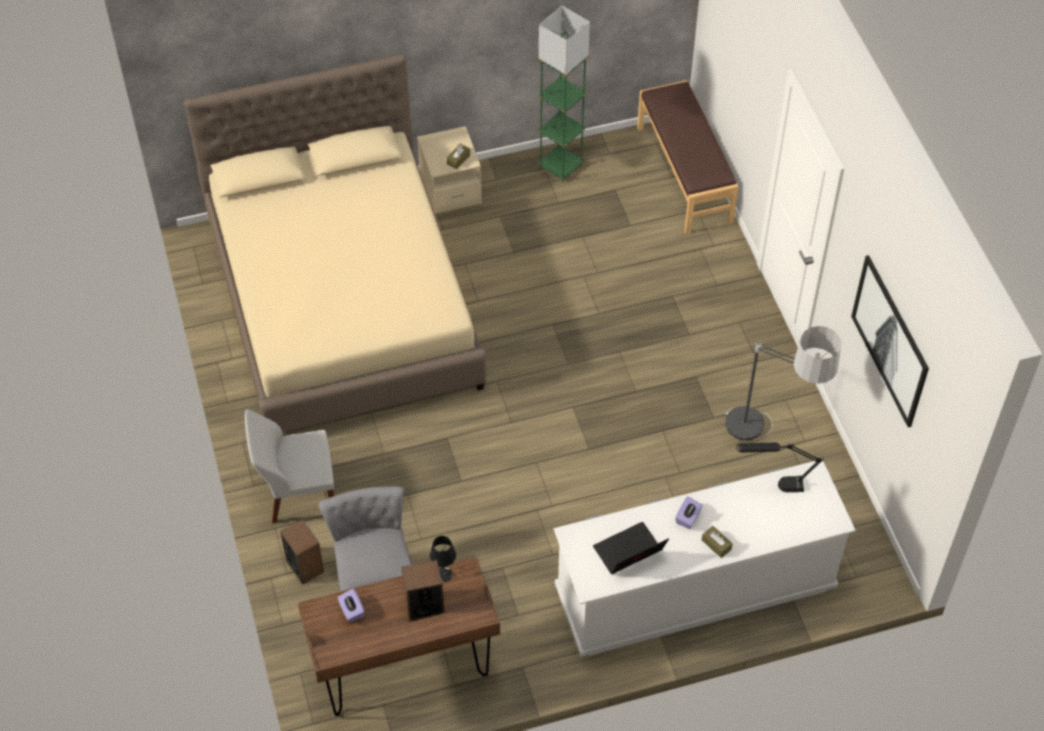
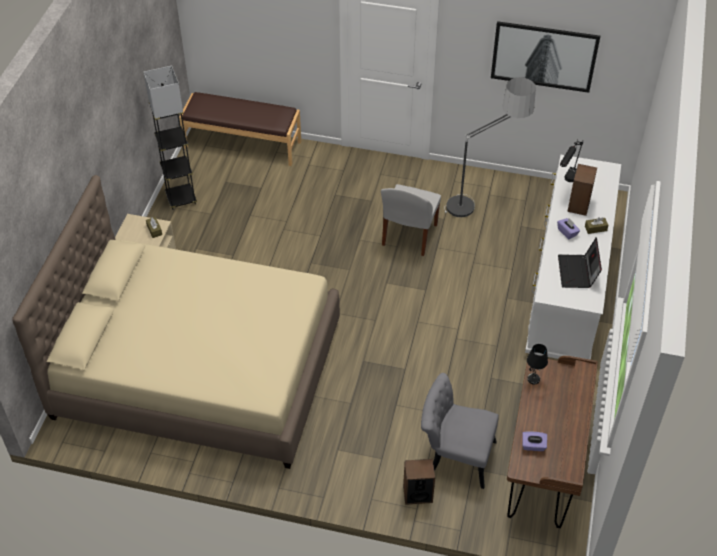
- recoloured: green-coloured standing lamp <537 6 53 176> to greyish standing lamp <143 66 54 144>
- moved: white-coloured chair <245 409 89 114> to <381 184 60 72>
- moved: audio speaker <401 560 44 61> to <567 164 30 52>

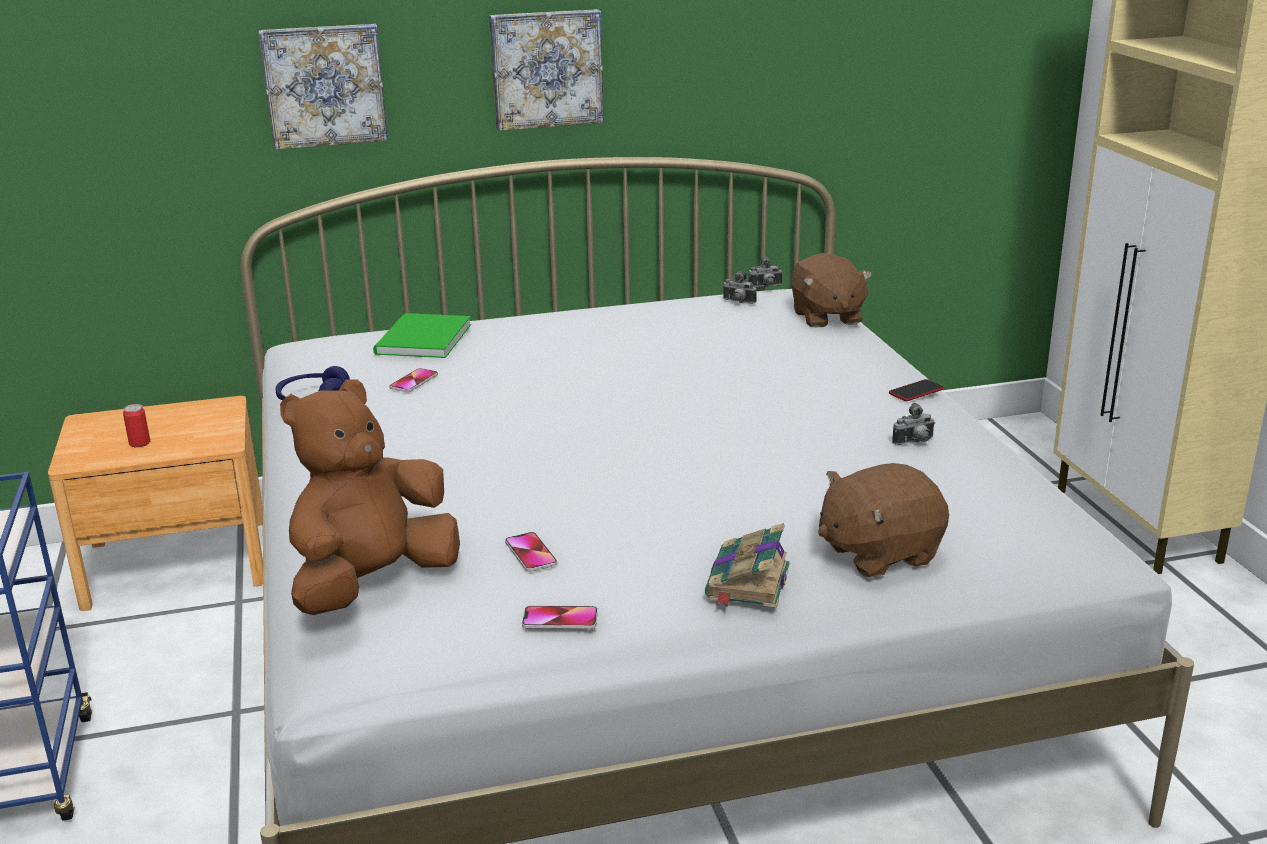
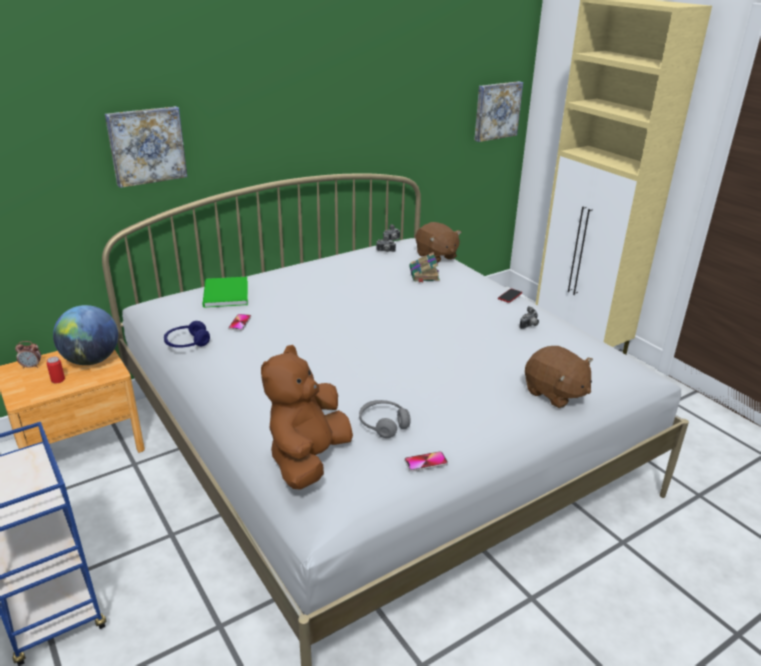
- added: table clock <15 341 26 28>
- added: globe <53 305 65 60>
- replaced: handset <505 532 52 40> to greyish headset <359 400 52 38>
- moved: bound book <705 523 85 85> to <409 252 31 31>
- moved: wall picture <489 9 115 122> to <474 81 49 61>
- turned: brown-coloured soft toy <818 463 131 115> = <525 346 68 62> 90 degrees counterclockwise

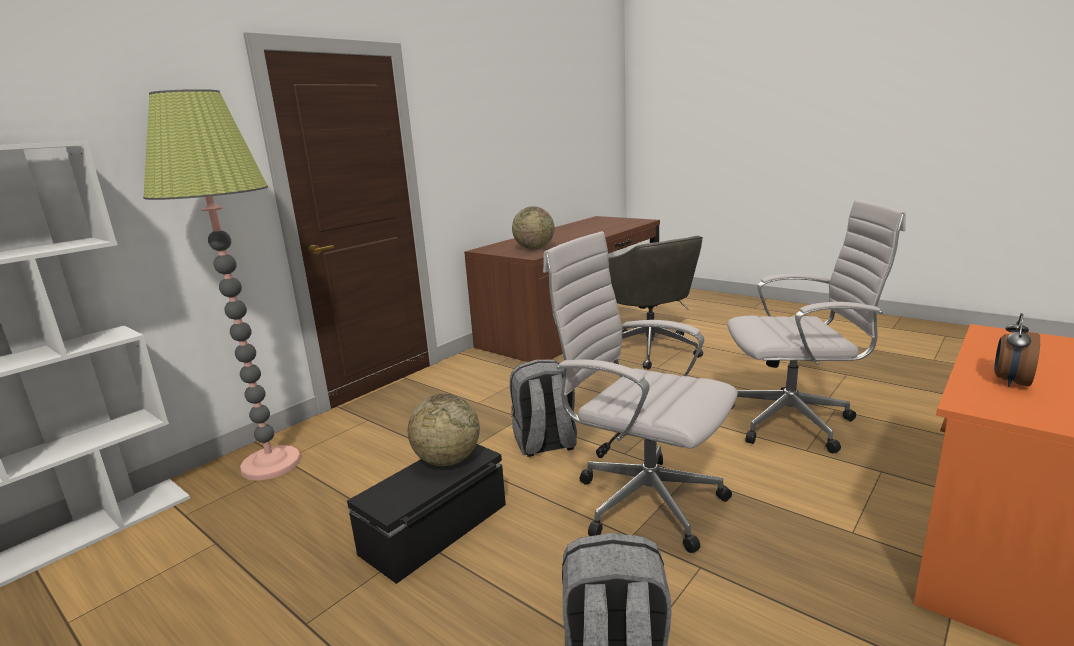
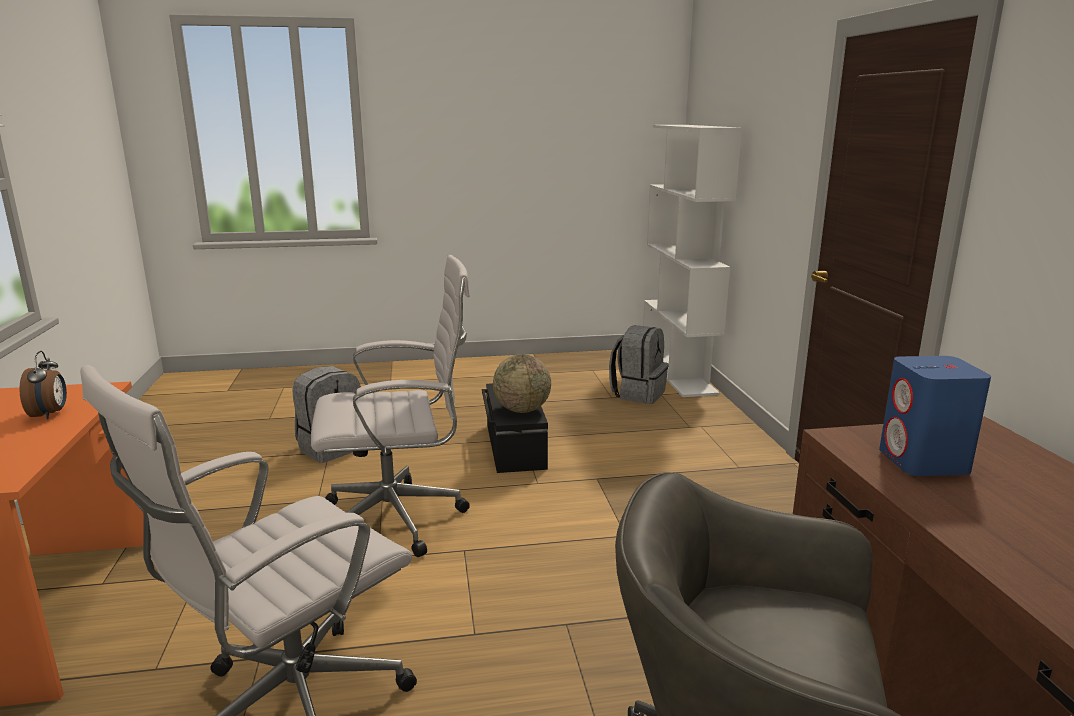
- moved: greyish backpack <510 359 67 98> to <609 325 59 79>
- replaced: globe <512 206 42 44> to blue-coloured audio speaker <879 356 112 120>
- removed: standing lamp <143 89 158 392>

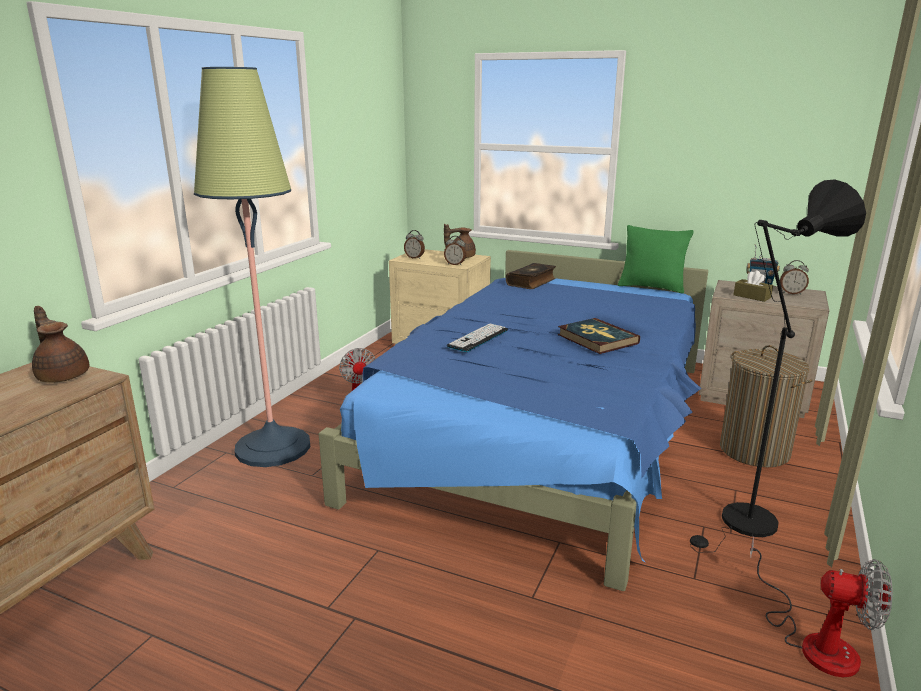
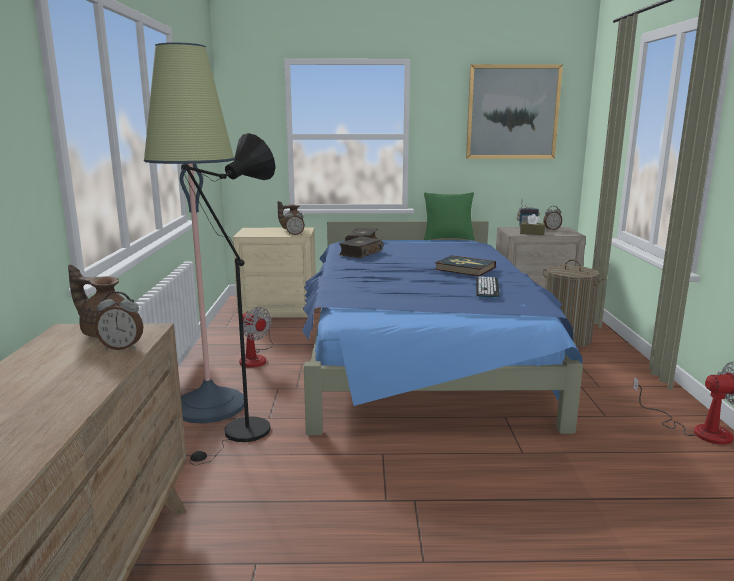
- moved: table clock <404 230 21 29> to <95 291 48 59>
- moved: black-coloured standing lamp <690 180 176 372> to <181 133 95 332>
- added: bound book <338 236 45 22>
- added: wall picture <466 64 97 95>
- moved: PC keyboard <447 324 61 28> to <476 276 24 22>

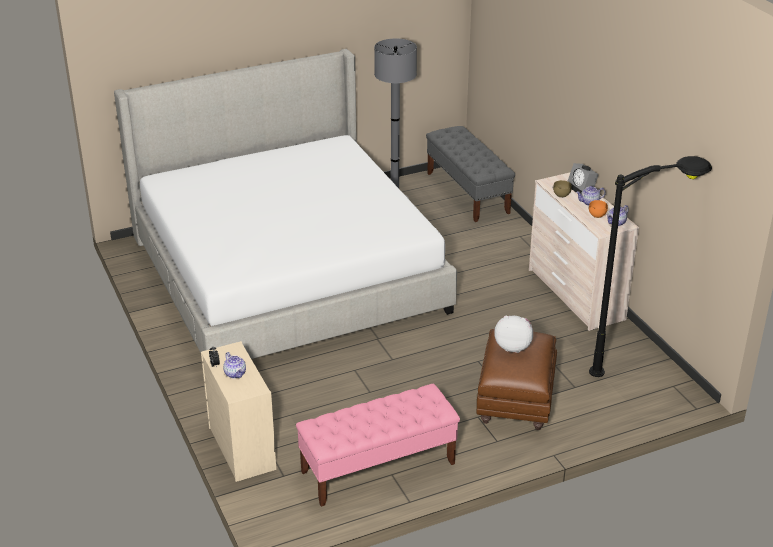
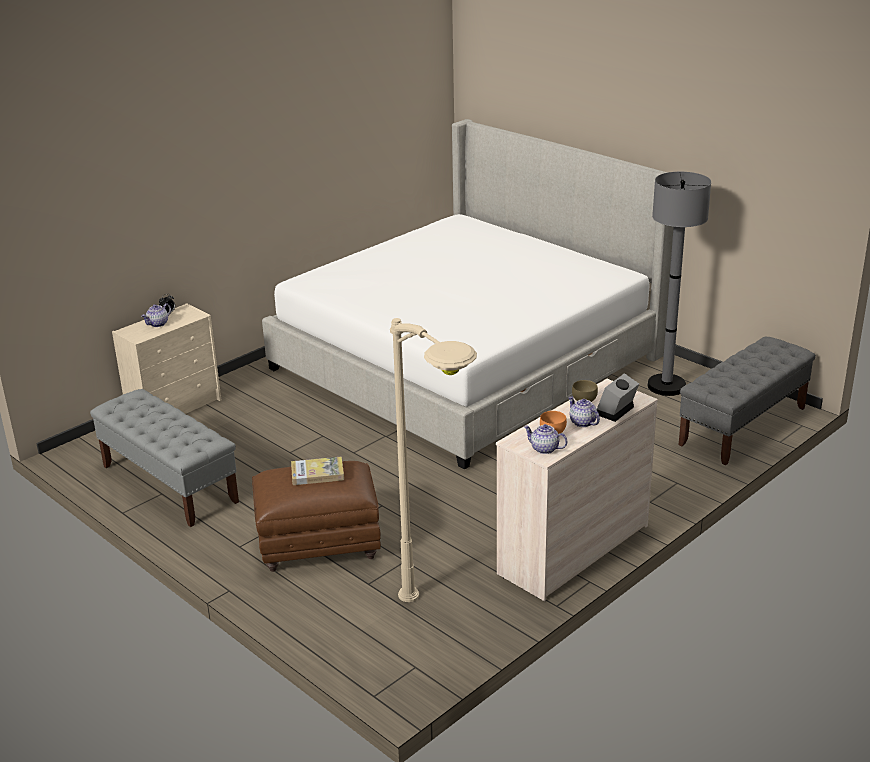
- recoloured: pink-coloured bench <296 384 164 123> to greyish bench <90 389 149 138>
- replaced: soft toy <494 316 39 37> to bound book <291 456 53 29>
- recoloured: black-coloured standing lamp <589 156 123 221> to beige standing lamp <390 318 87 284>

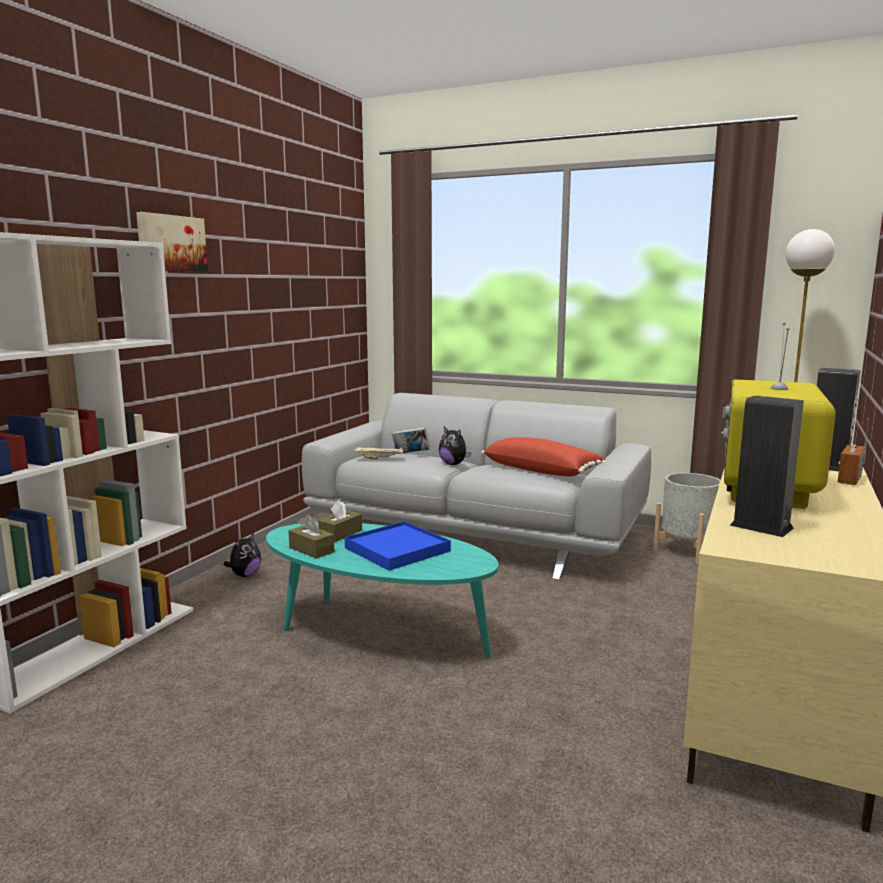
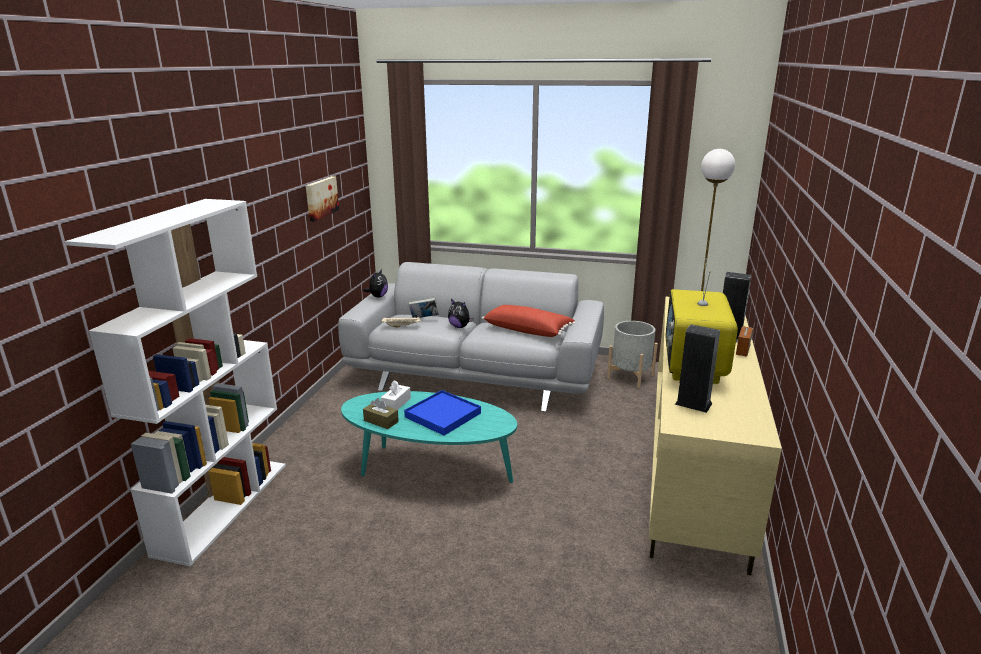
- moved: wall picture <136 212 72 59> to <306 176 33 45>
- moved: soft toy <223 533 38 44> to <363 269 25 29>
- recoloured: brown-coloured box of tissues <318 500 44 42> to white-coloured box of tissues <381 380 30 30>

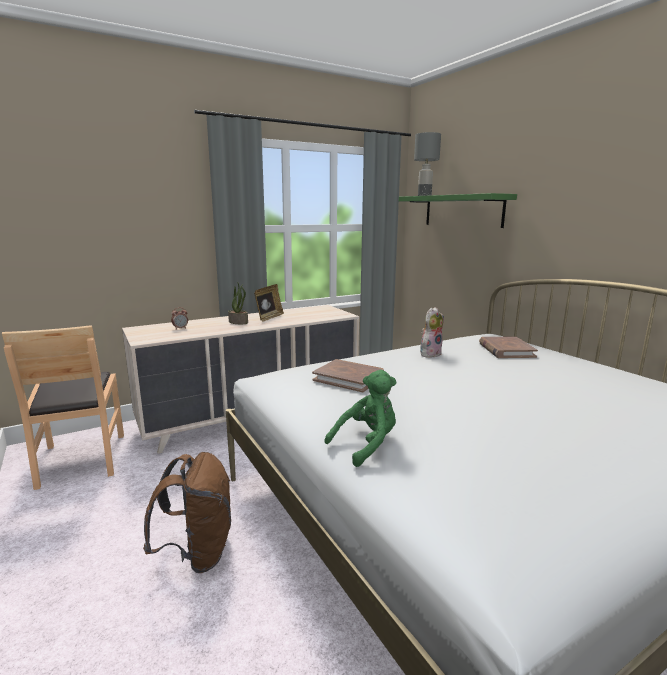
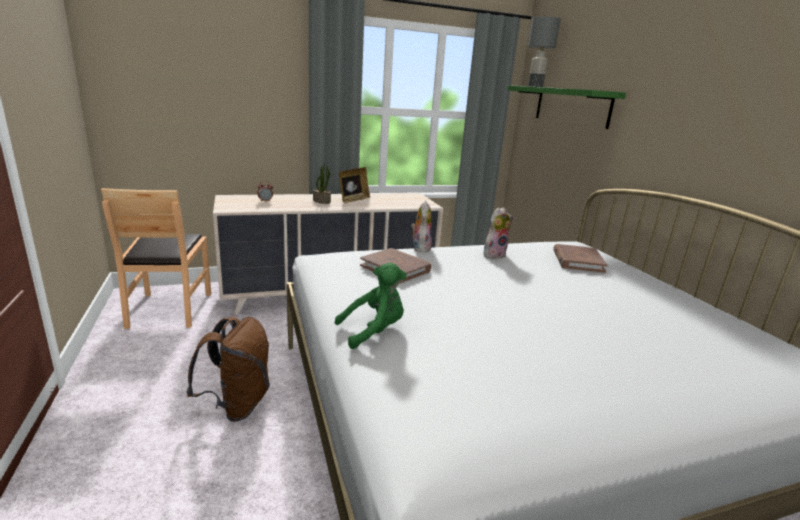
- added: soft toy <411 201 21 51>

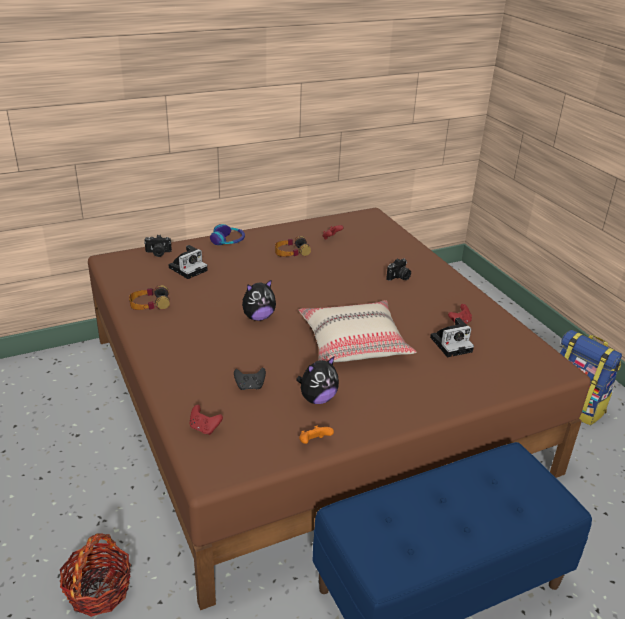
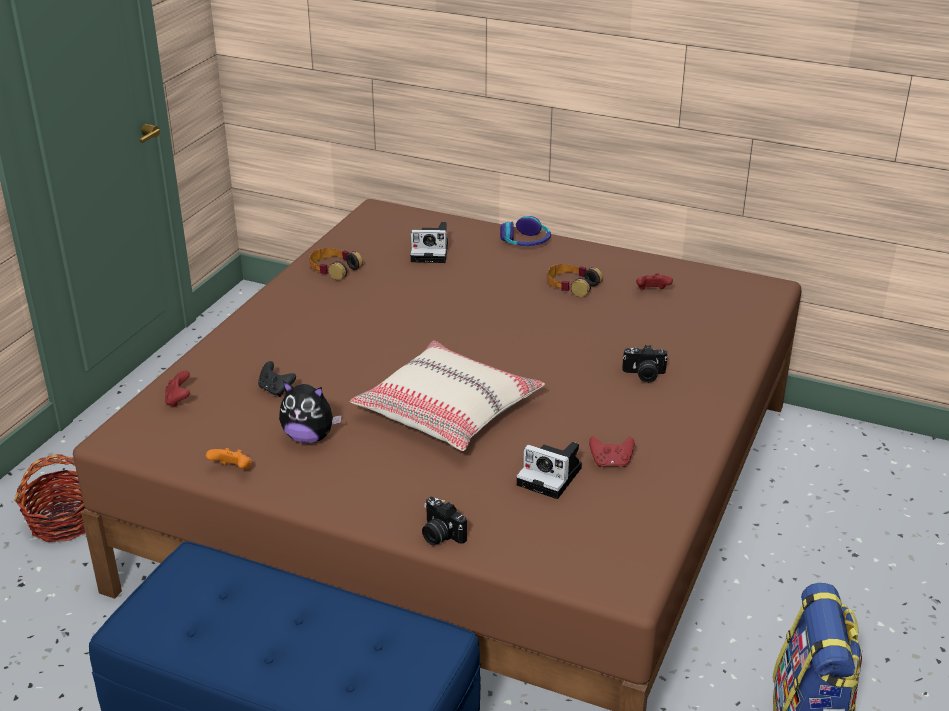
- moved: photo camera <144 235 28 22> to <422 497 45 48>
- removed: soft toy <242 279 34 42>

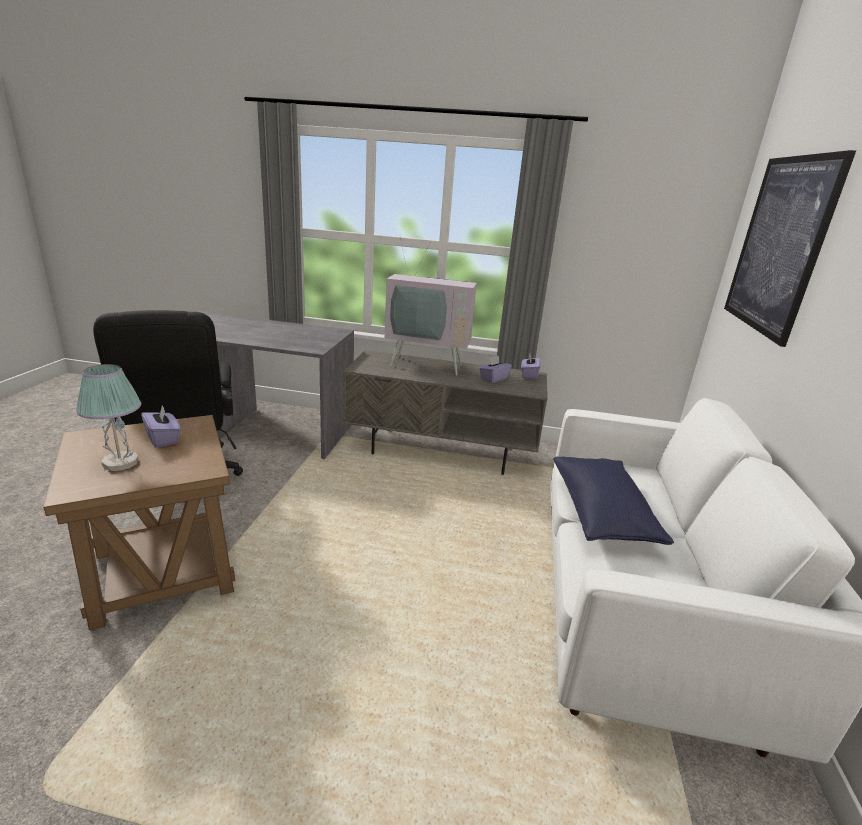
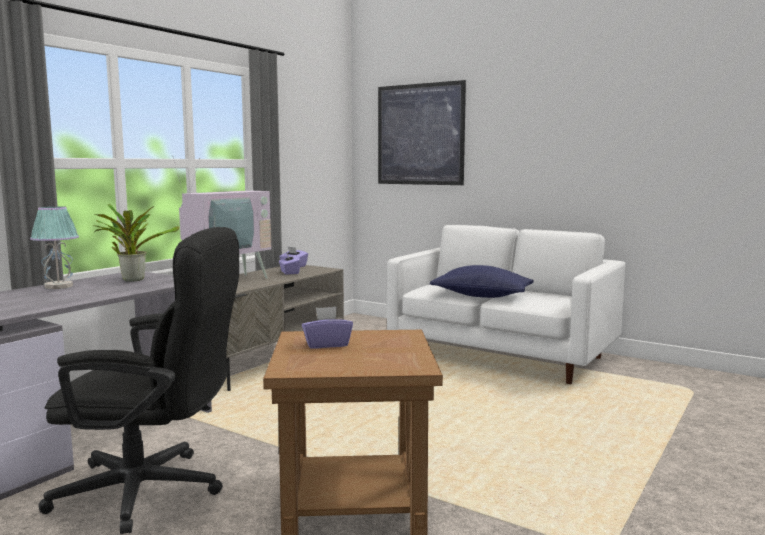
- moved: table lamp <76 364 65 107> to <30 206 49 83>
- added: houseplant <94 204 85 78>

